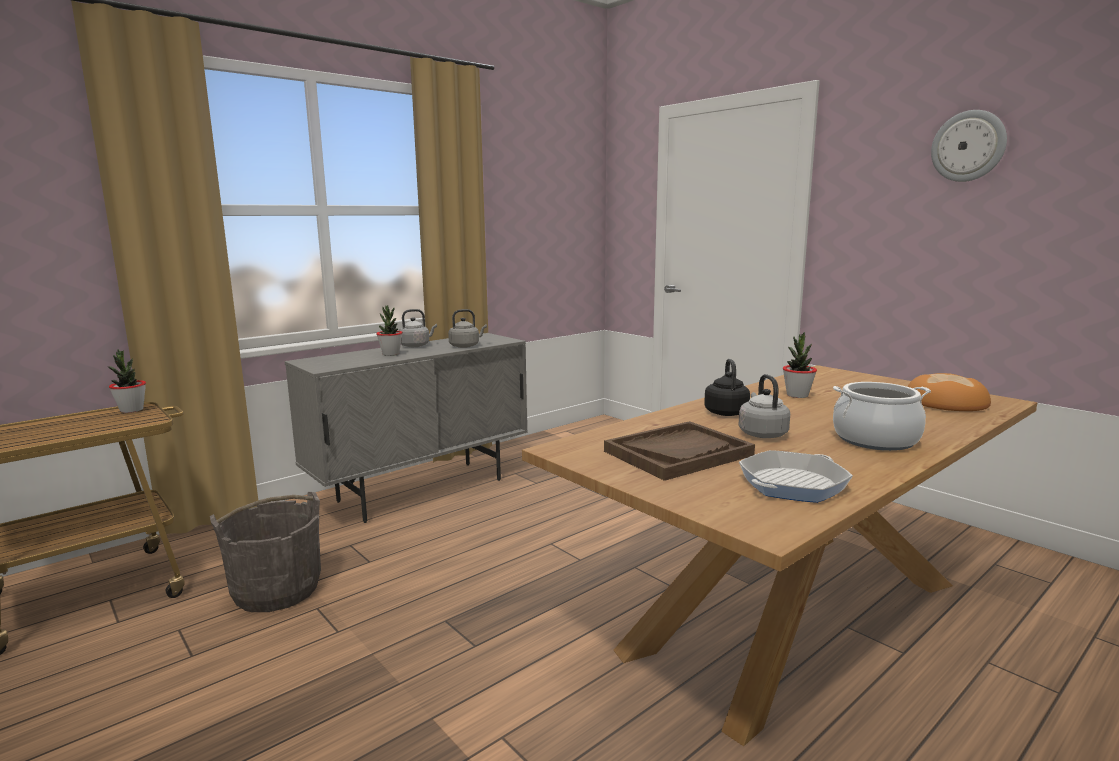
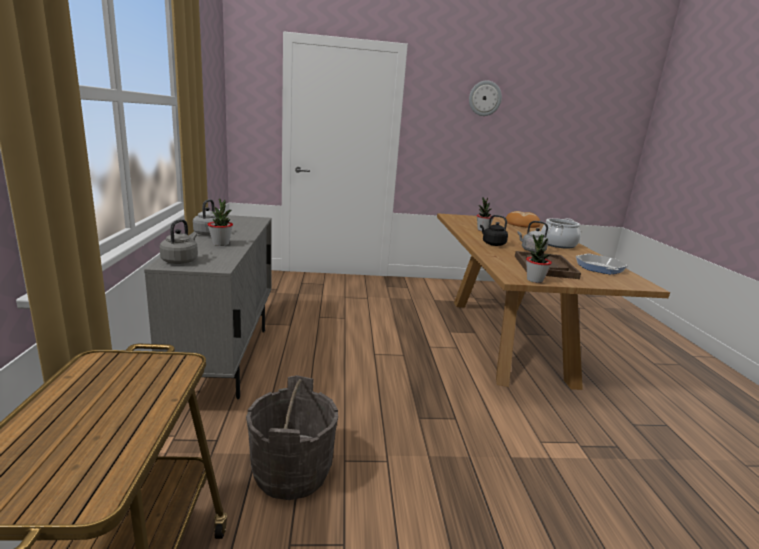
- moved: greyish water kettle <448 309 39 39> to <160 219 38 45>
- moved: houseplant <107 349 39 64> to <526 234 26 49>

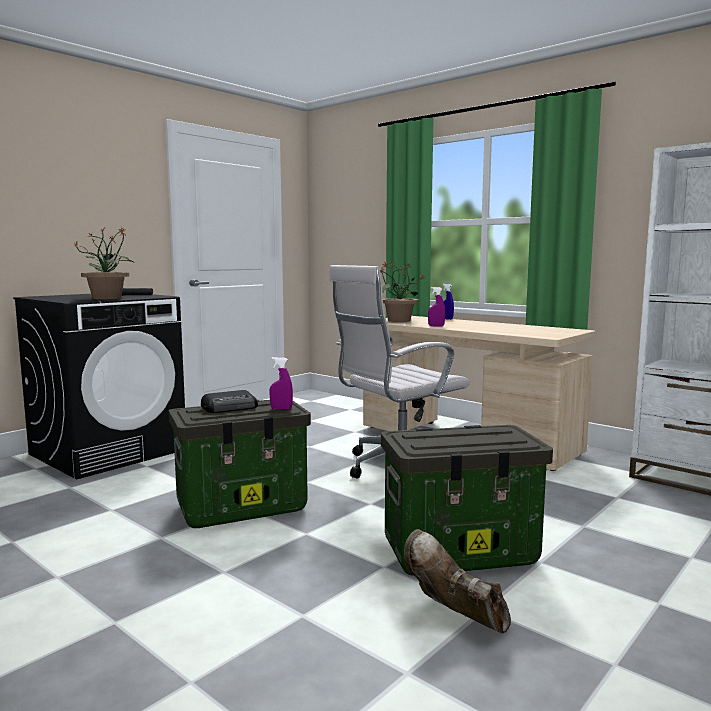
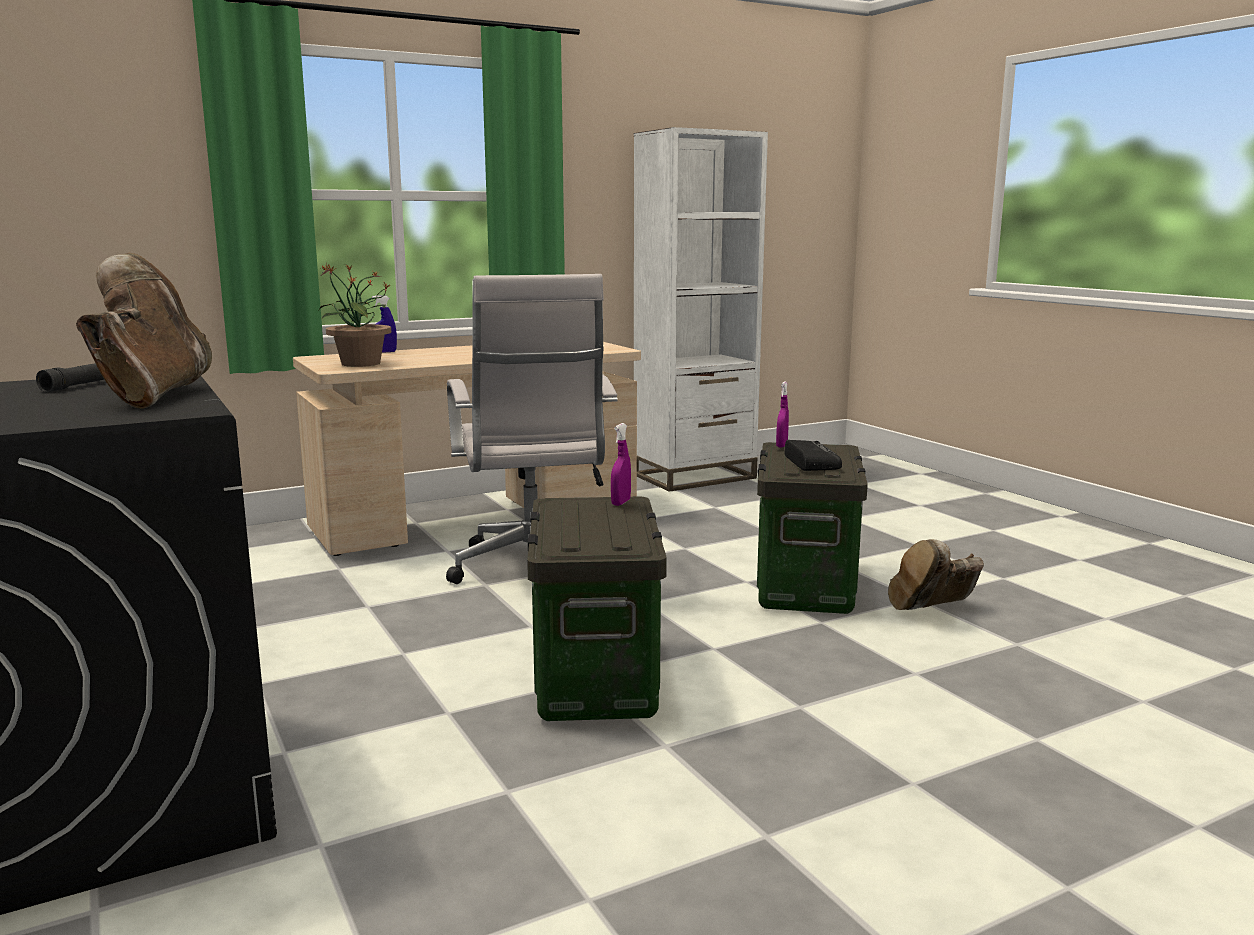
- replaced: houseplant <71 228 63 72> to brown-coloured boot <76 253 136 156>
- moved: purple-coloured sprayer <428 287 17 39> to <776 381 13 67>
- moved: radio receiver <201 390 57 23> to <784 440 58 31>

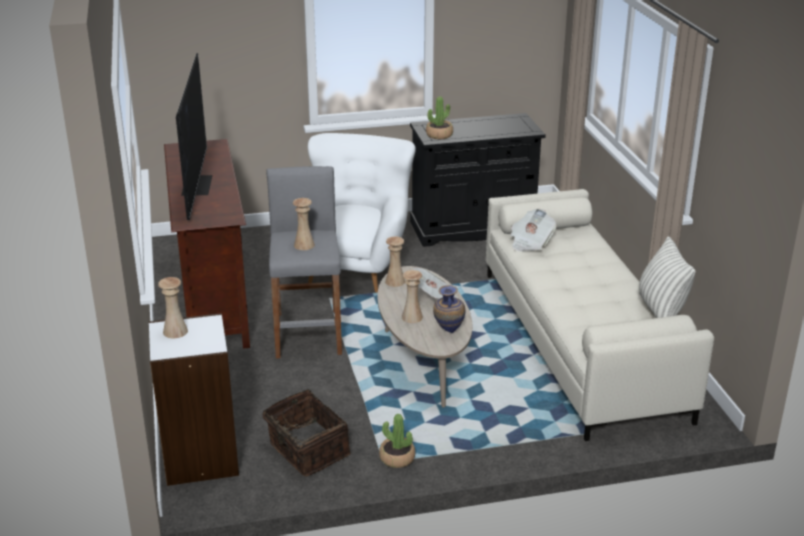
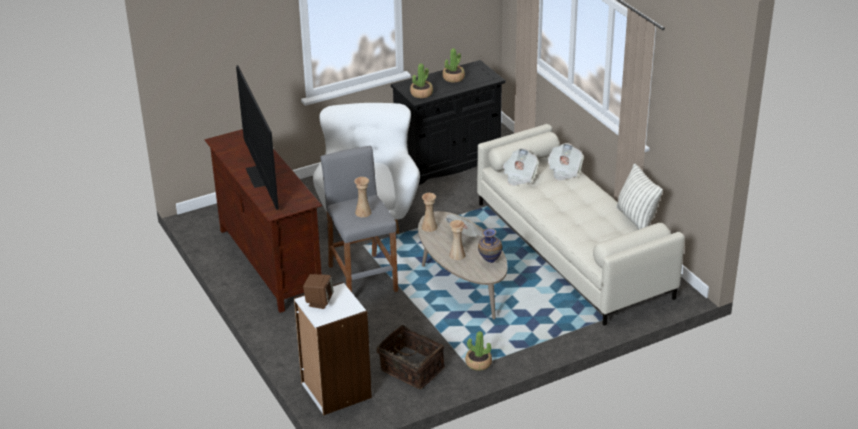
- replaced: beige flower vase <158 277 30 61> to brown-coloured audio speaker <303 274 31 35>
- added: houseplant <442 48 23 35>
- added: printed paper <547 143 37 38>

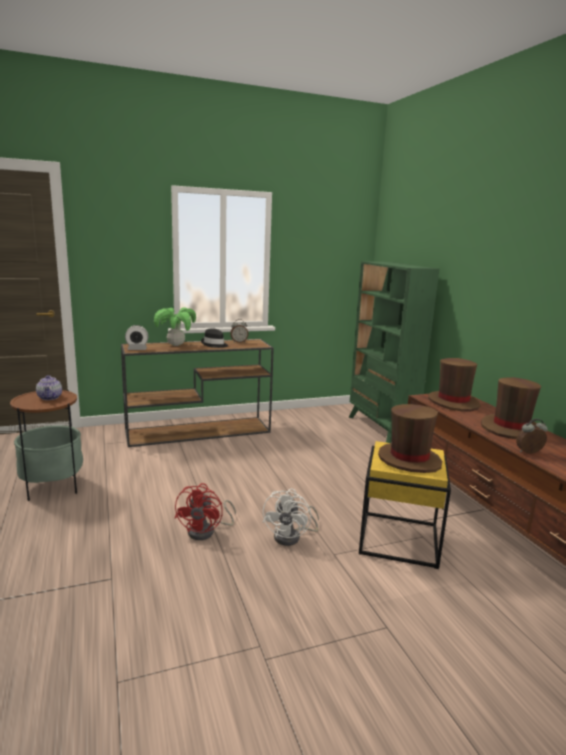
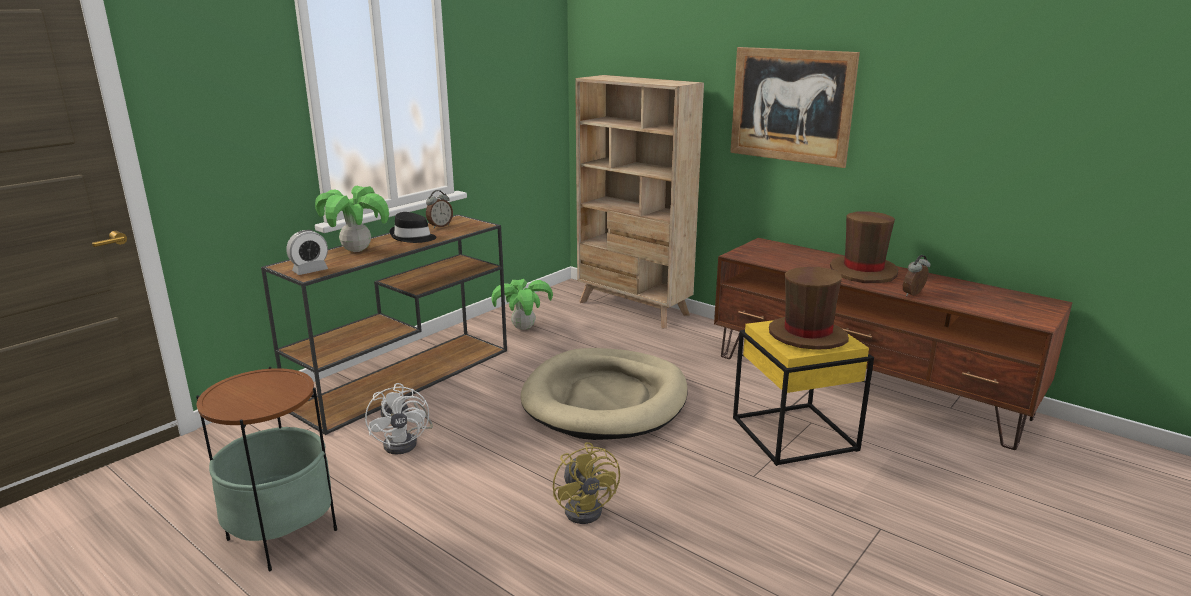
- moved: white-coloured fan <262 488 57 58> to <365 383 68 72>
- added: houseplant <492 279 61 51>
- added: beige pet bed <520 348 167 92>
- recoloured: red fan <174 483 62 57> to yellowish fan <553 442 67 82>
- recoloured: green-coloured bookcase <349 261 90 182> to beige bookcase <575 75 129 253>
- added: wall picture <730 47 130 121>
- removed: pot for tea <36 375 26 25>
- removed: brown-coloured wearable hat <428 358 53 53>

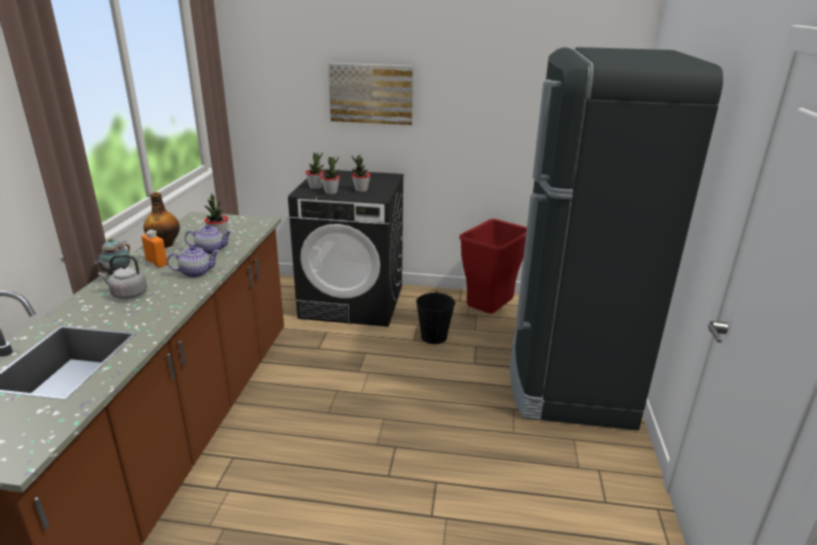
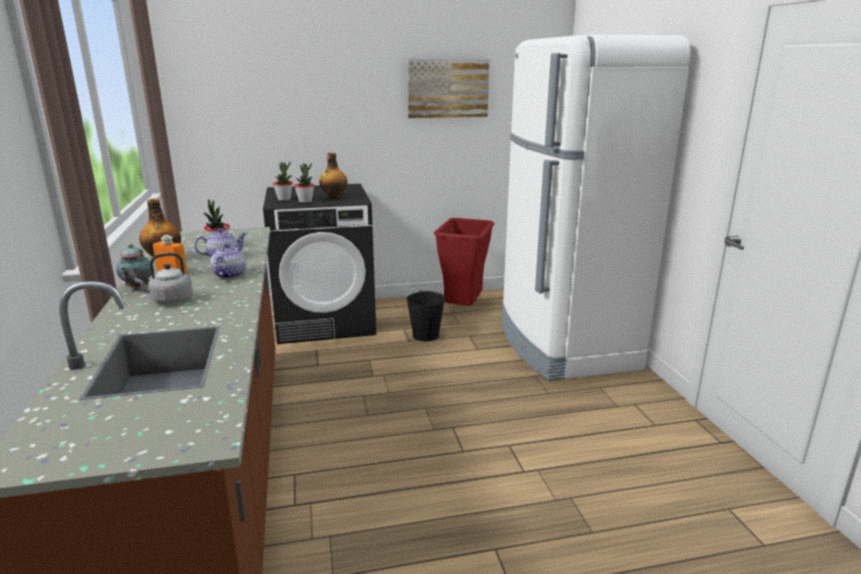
- turned: pot for tea <167 246 52 32> = <210 244 36 35> 45 degrees counterclockwise
- replaced: houseplant <352 155 18 37> to beverage bottle <319 152 29 47>
- moved: wall picture <328 63 85 62> to <407 59 82 59>
- recoloured: black-coloured refrigerator <510 47 213 383> to white-coloured refrigerator <502 35 189 346>

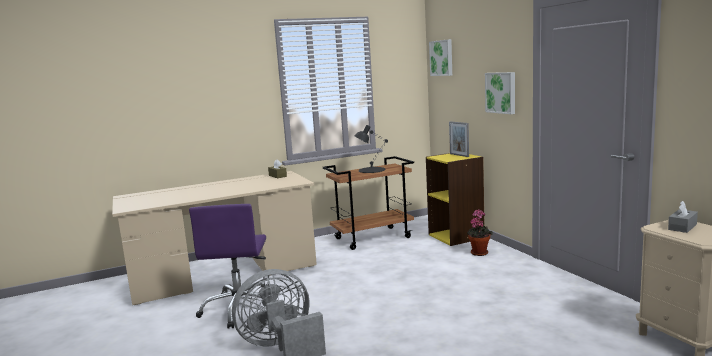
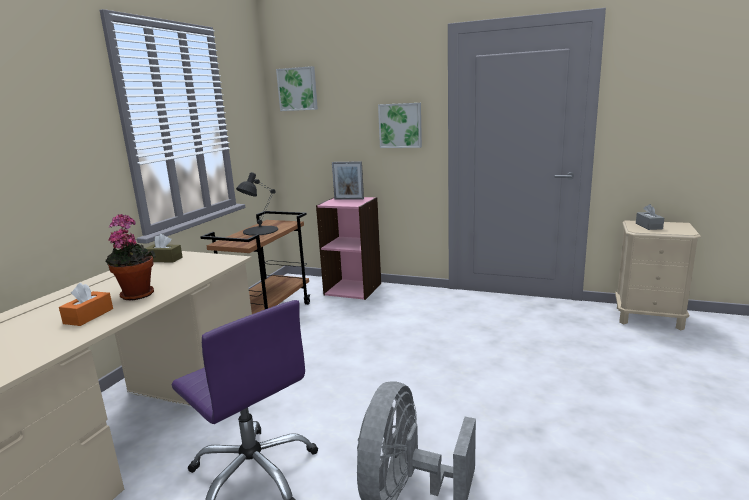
- added: orangey box of tissues <59 283 54 43>
- moved: houseplant <467 209 26 47> to <105 214 51 86>
- recoloured: yellowish bookcase <426 153 58 93> to pink-coloured bookcase <316 197 65 103>

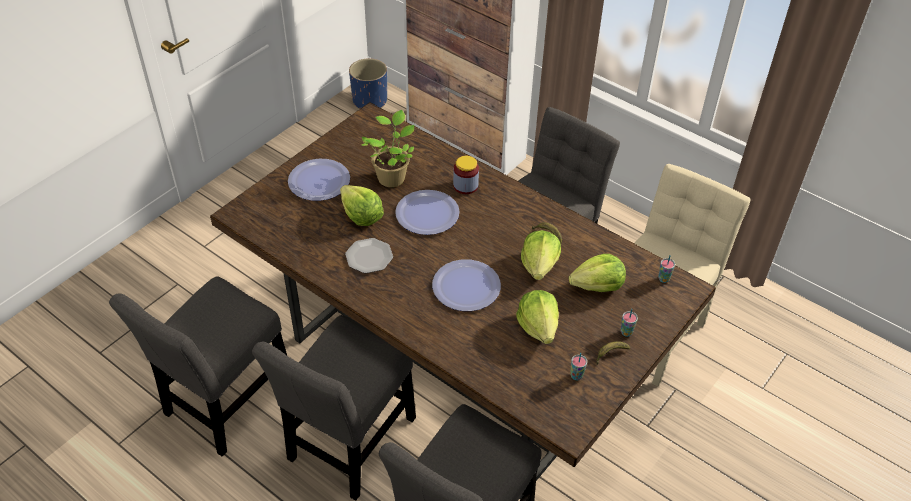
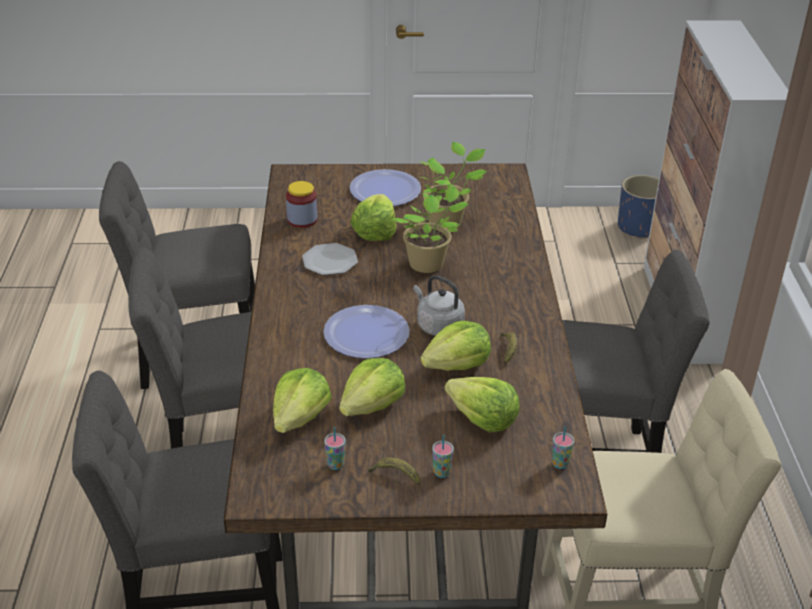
- added: head of lettuce <273 368 59 65>
- moved: preserve jar <453 156 26 38> to <286 181 31 47>
- replaced: flat dish <395 190 65 45> to houseplant <391 186 78 87>
- added: greyish water kettle <413 275 52 61>

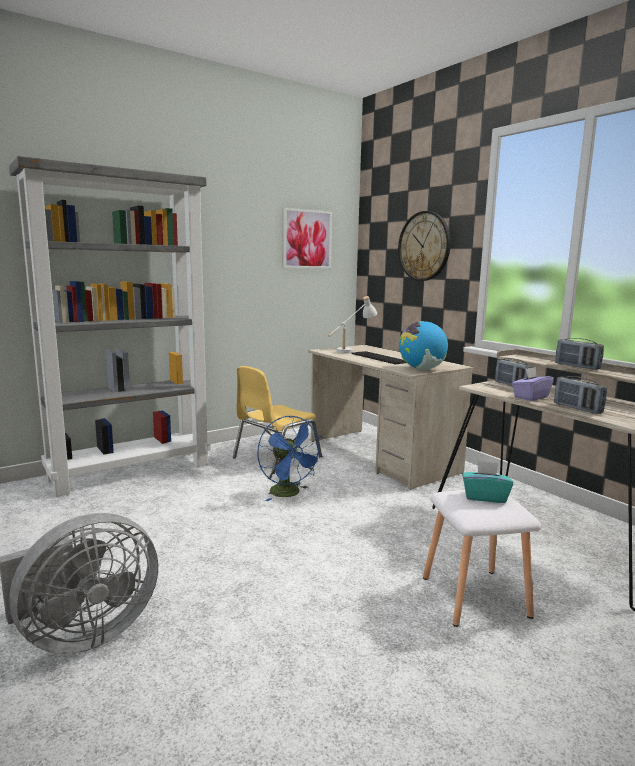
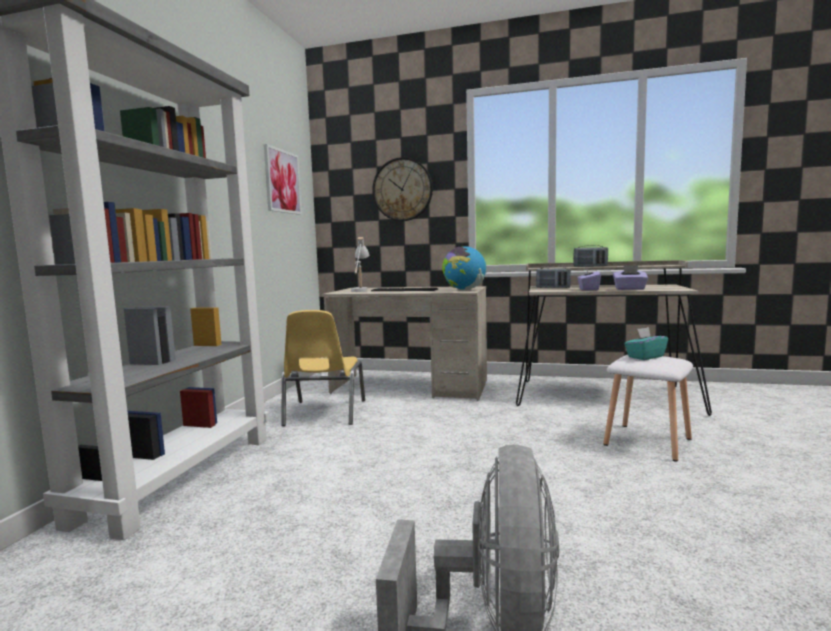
- replaced: radio receiver <554 376 53 38> to purple-coloured box of tissues <613 266 35 24>
- removed: blue-coloured fan <257 415 66 86>

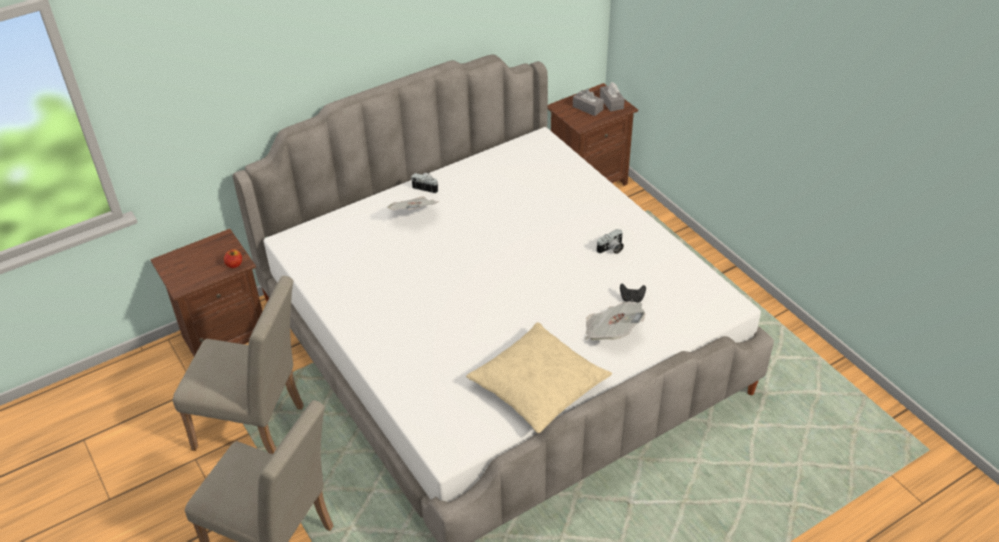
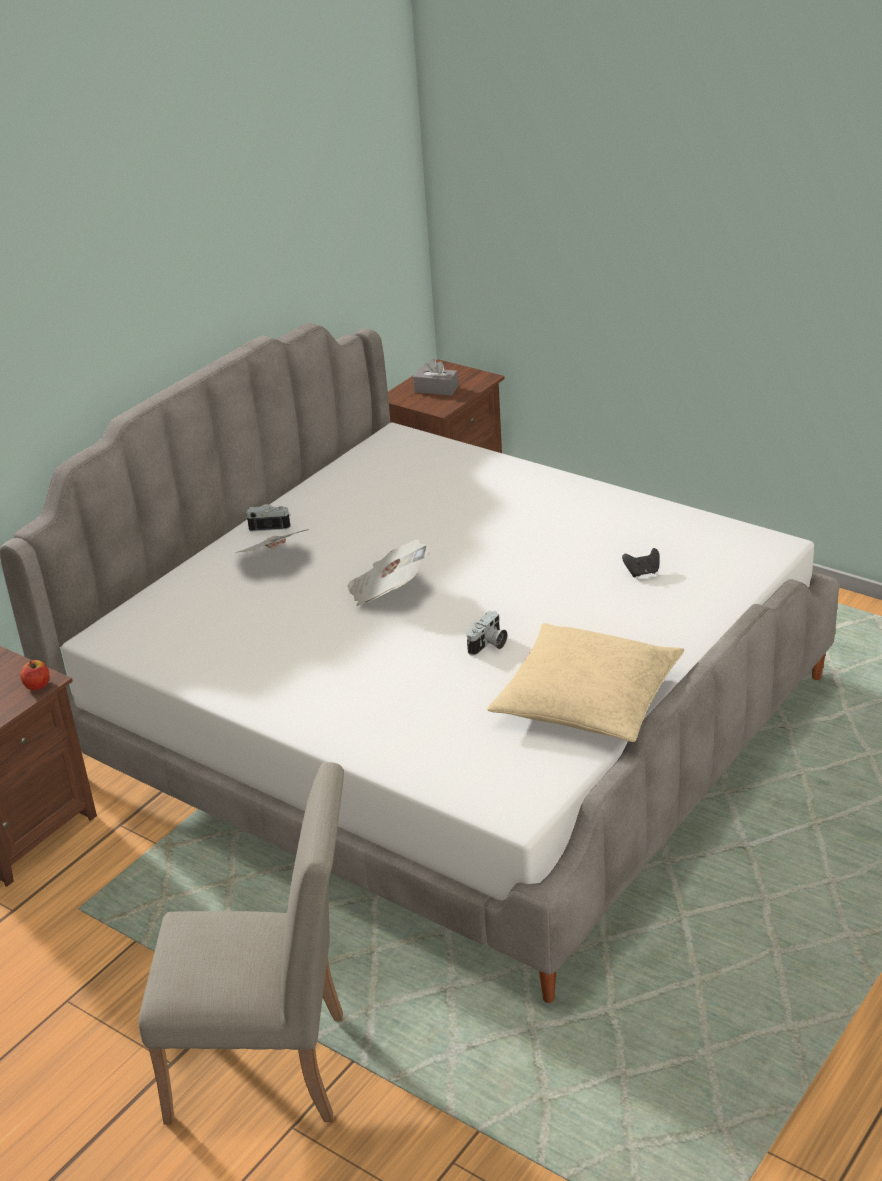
- moved: printed paper <585 302 60 38> to <347 540 83 66>
- moved: photo camera <597 229 27 25> to <467 611 41 45>
- removed: beige chair <173 276 131 178>
- removed: greyish box of tissues <600 82 25 30>

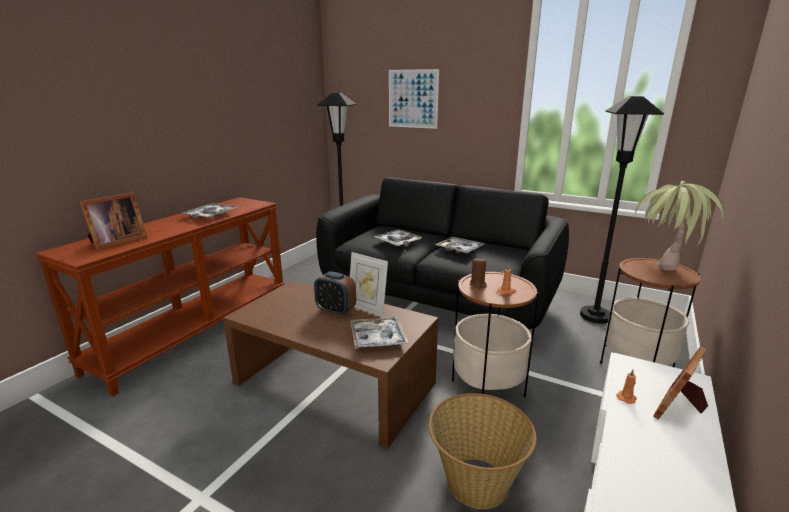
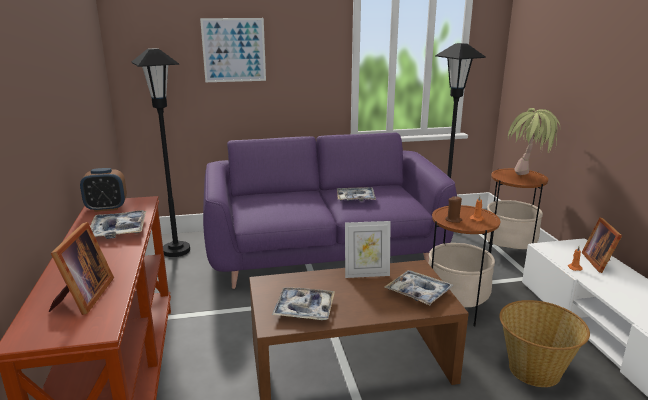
- moved: table clock <314 271 42 45> to <80 168 47 44>
- recoloured: black-coloured settee <316 177 253 152> to purple-coloured settee <203 133 254 156>
- moved: serving tray <374 229 48 17> to <272 287 63 33>

